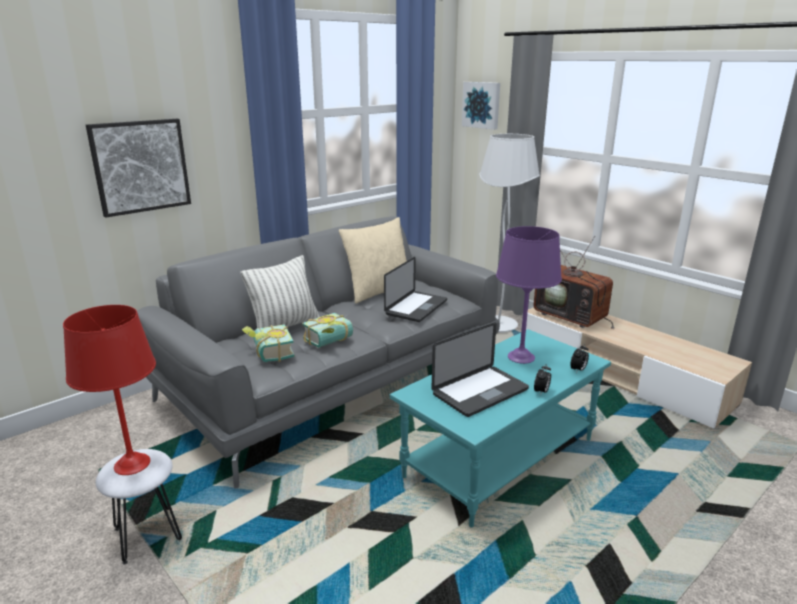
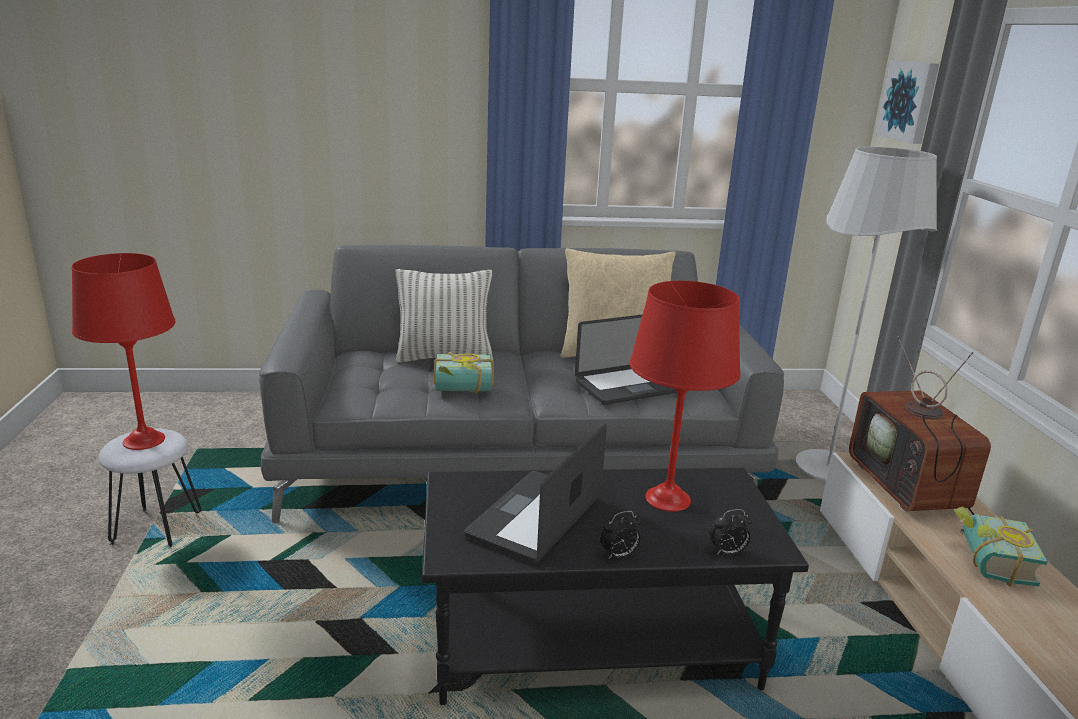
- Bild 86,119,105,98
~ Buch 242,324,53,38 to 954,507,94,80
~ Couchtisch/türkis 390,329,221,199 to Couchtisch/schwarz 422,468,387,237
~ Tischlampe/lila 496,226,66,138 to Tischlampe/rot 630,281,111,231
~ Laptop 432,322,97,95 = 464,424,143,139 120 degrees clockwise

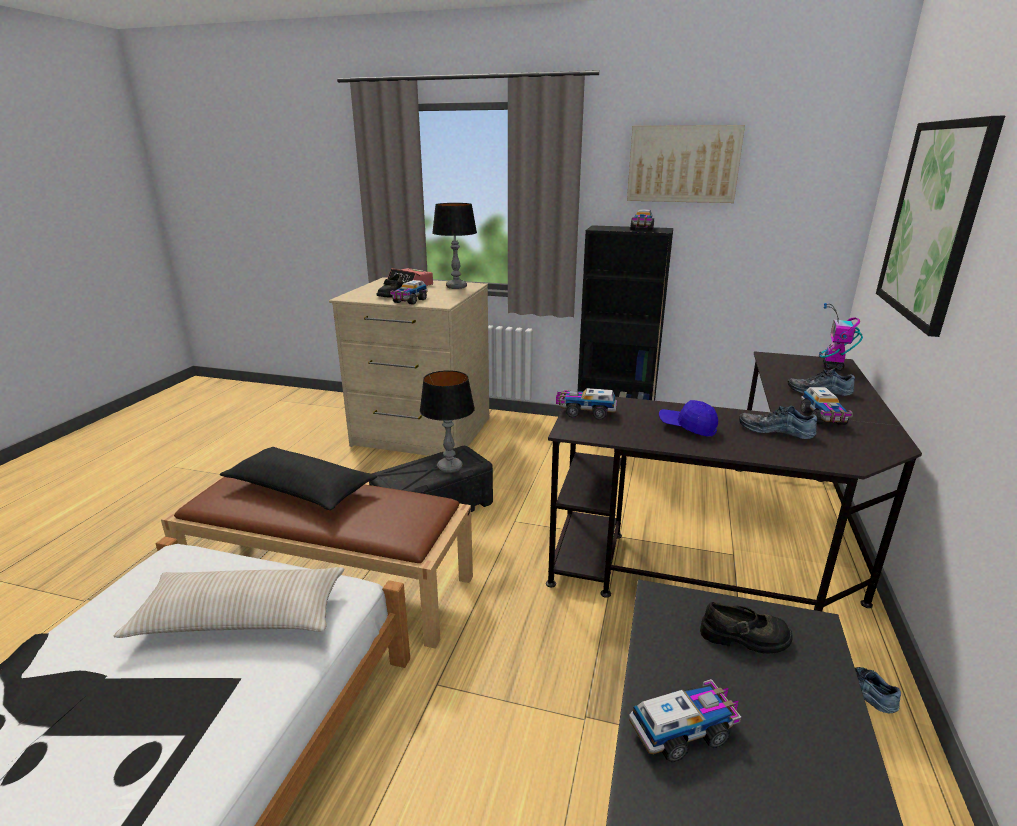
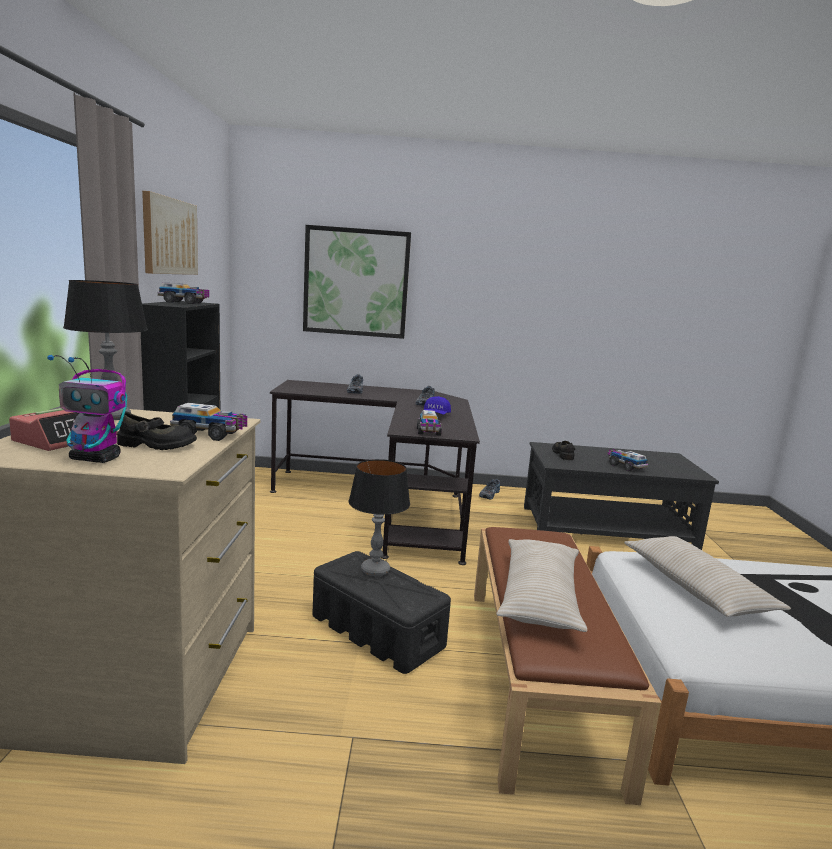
- Spielzeuglaster 800,387,53,38
~ Spielzeugroboter 819,303,44,68 to 47,355,80,108
~ Kissen/schwarz 220,447,157,63 to Kissen/beige 496,539,91,93

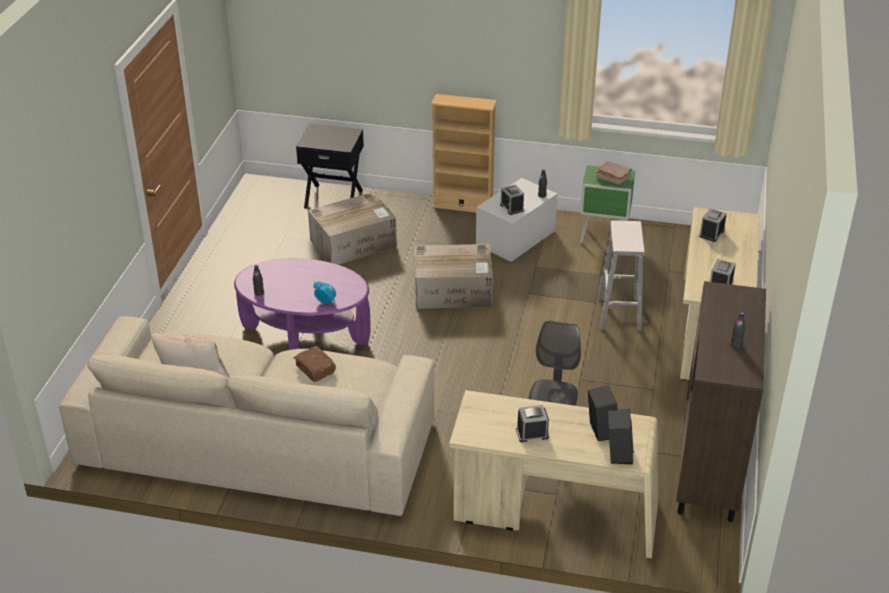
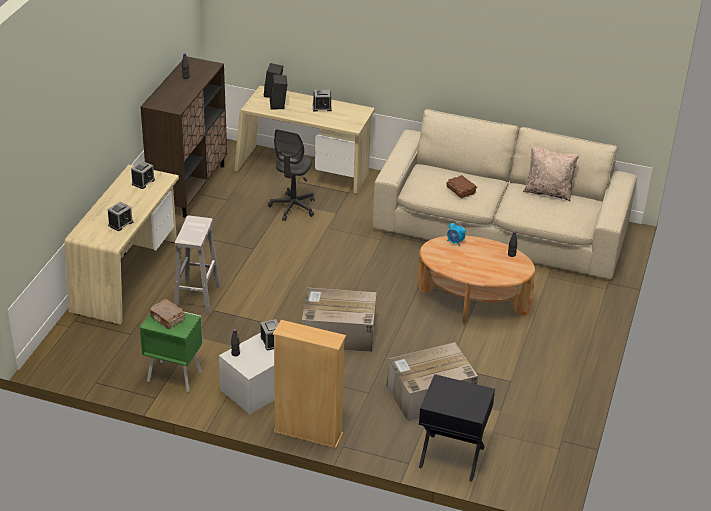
~ Couchtisch/lila 234,258,137,92 to Couchtisch/braun 418,236,117,88

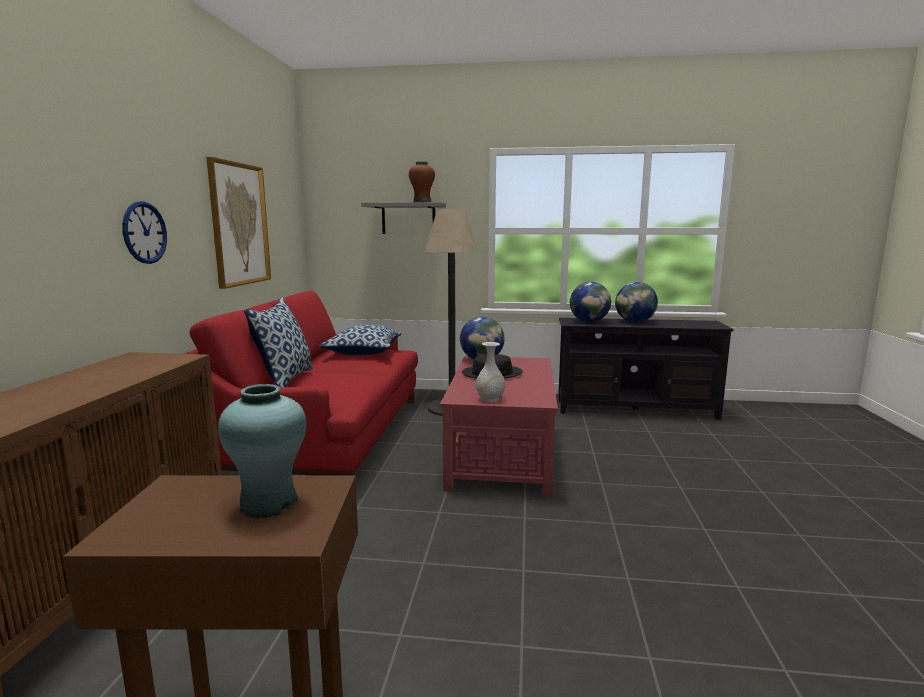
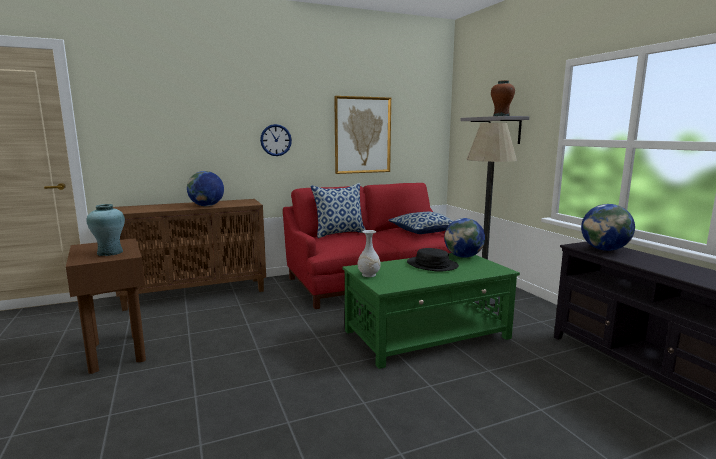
~ Globus 615,282,43,41 to 187,171,37,35
~ Couchtisch/rot 440,356,118,141 to Couchtisch/grün 342,253,178,116

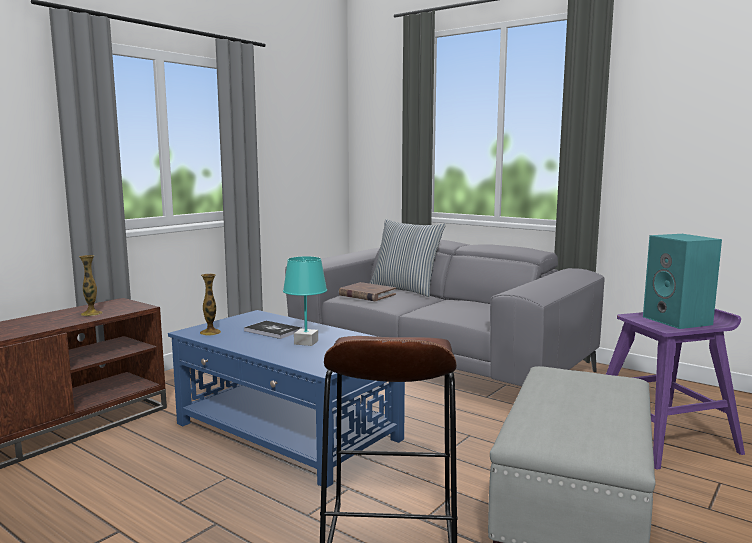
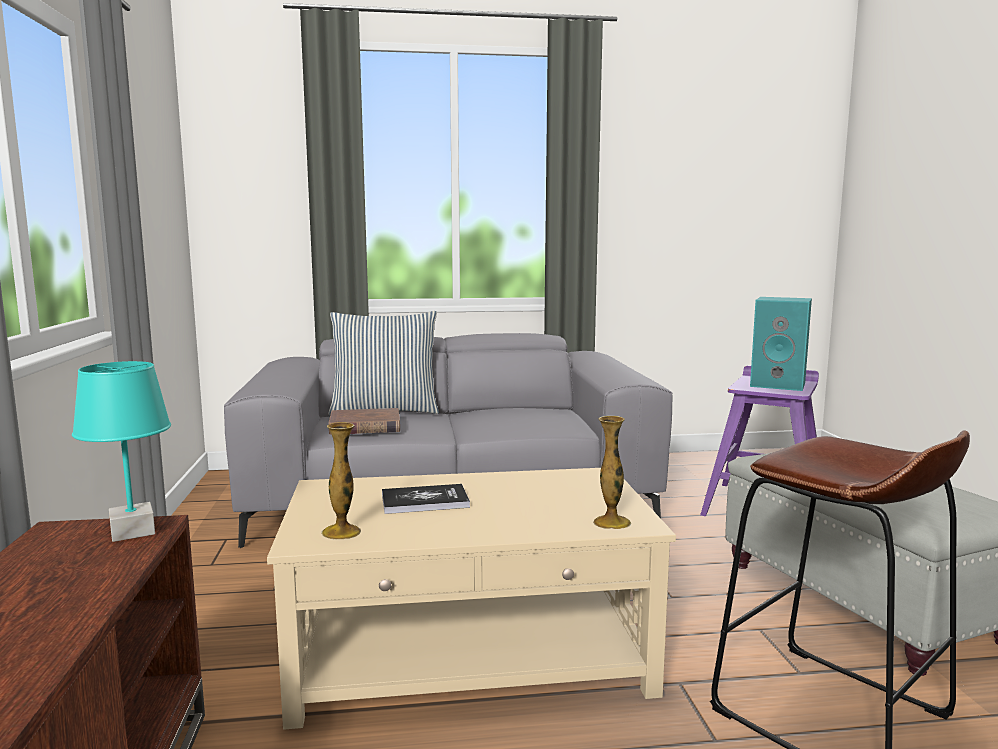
~ Vase 79,255,24,61 to 593,416,38,113
~ Tischlampe/türkis 283,256,44,90 to 72,361,99,181
~ Couchtisch/blau 168,310,237,178 to Couchtisch/beige 267,468,409,262

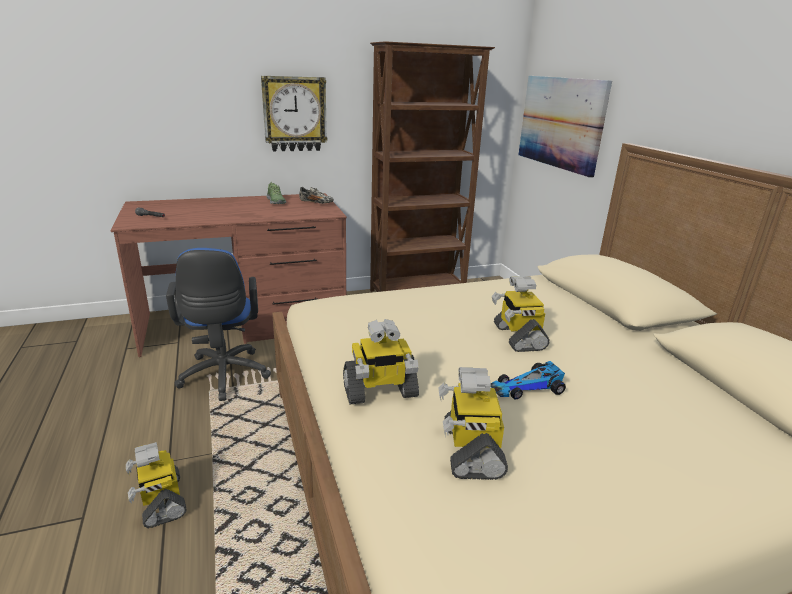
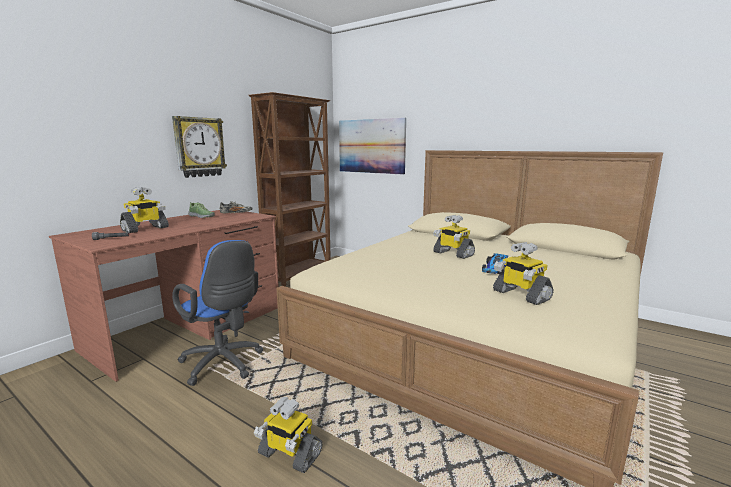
~ Spielzeugroboter 343,319,76,85 to 120,187,49,46

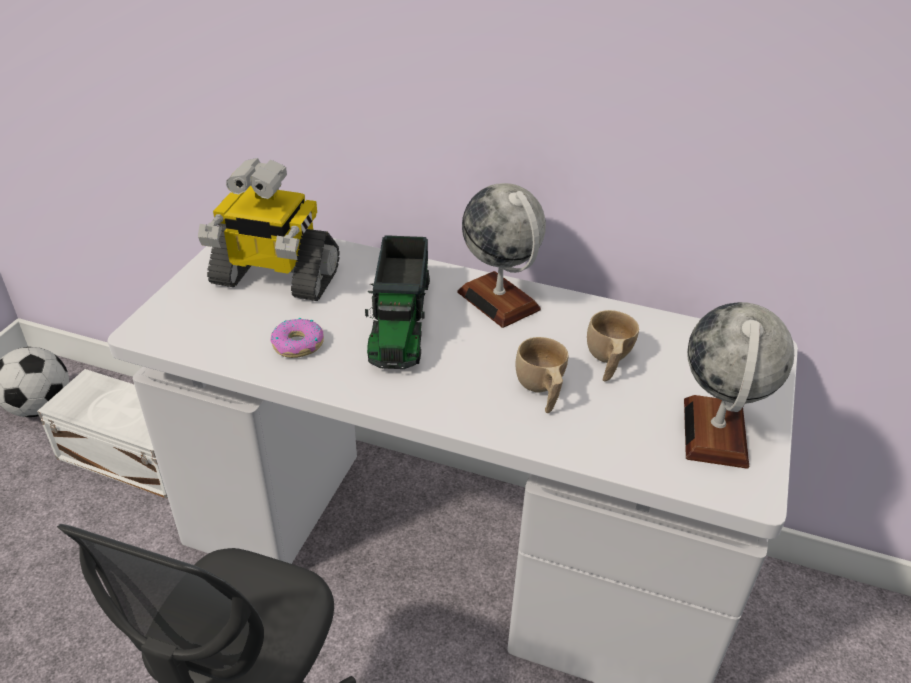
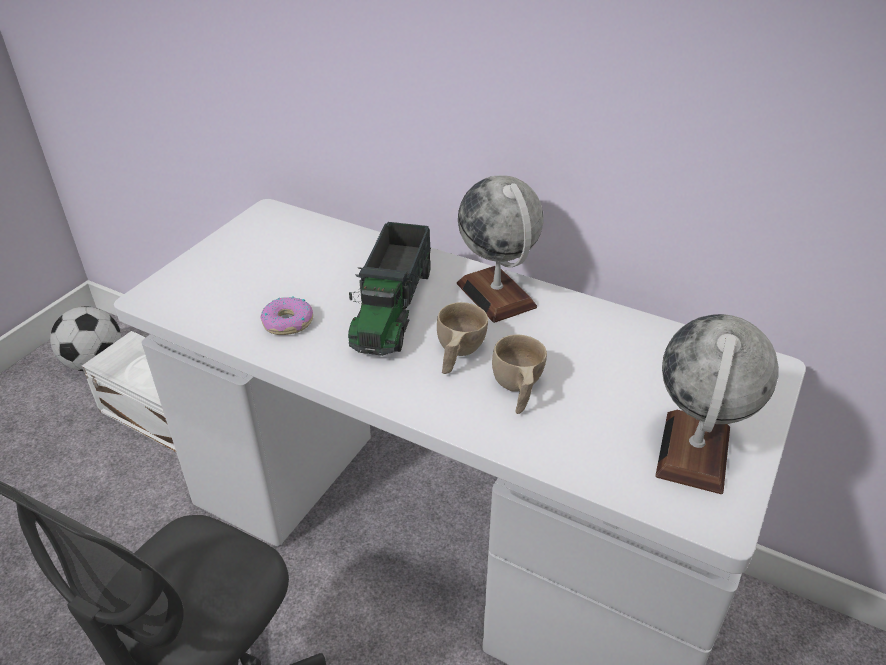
- Spielzeugroboter 198,158,142,143
~ Tasse/beige 587,310,52,71 to 437,302,51,72

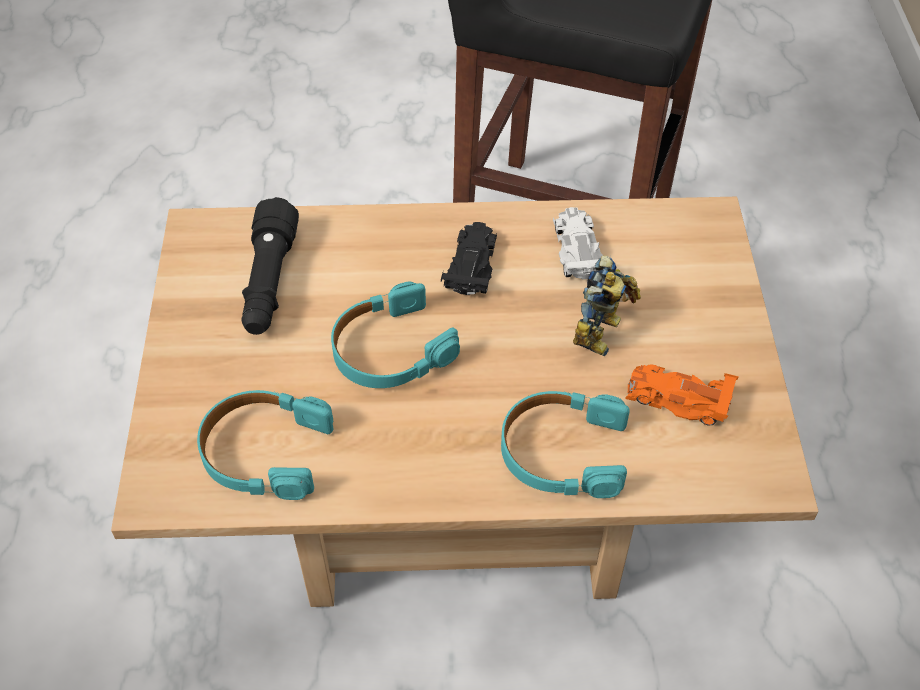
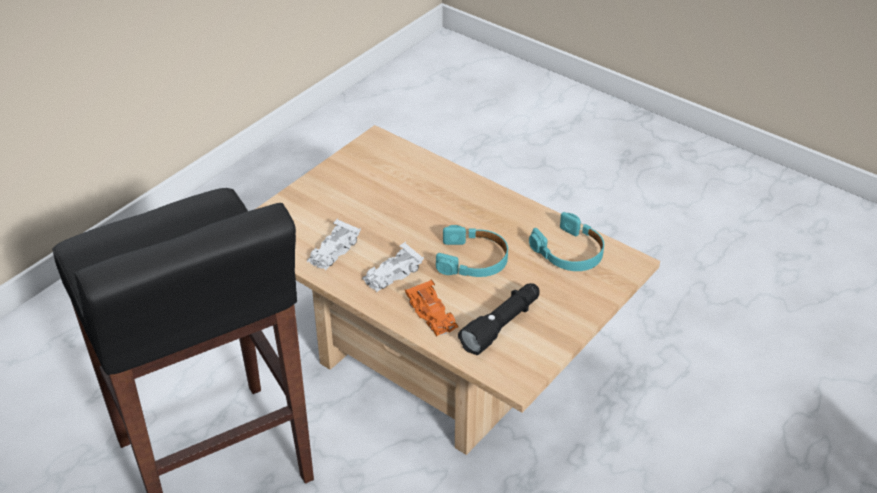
- Kopfhörer/türkis 501,391,129,107
- Spielzeugroboter 573,255,68,101
~ Spielzeugauto/orange 625,364,114,62 to 405,279,53,58
~ Spielzeugauto/schwarz 441,222,56,73 to Spielzeugauto/weiß 362,242,62,50

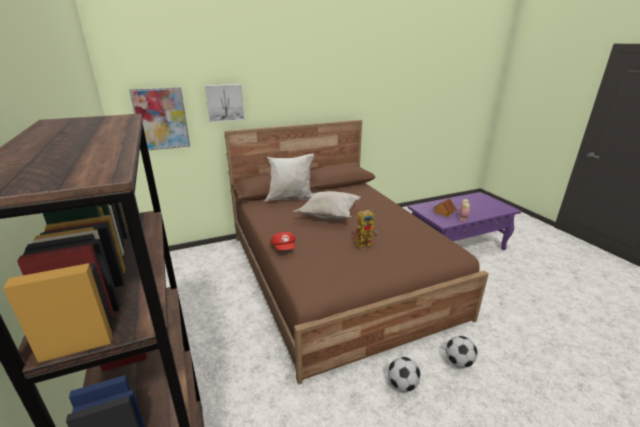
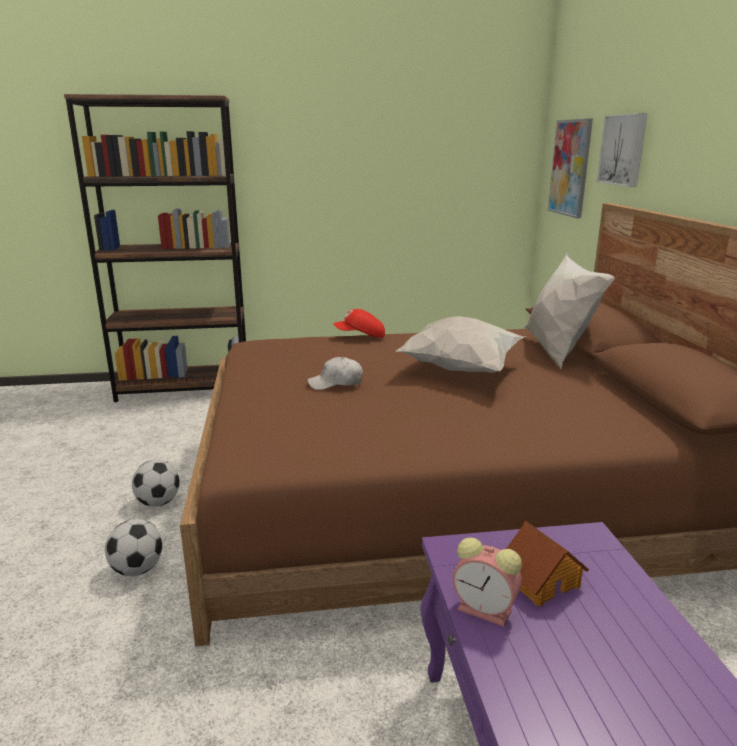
~ Spielzeugroboter 355,209,23,40 to Kappe/weiß 307,357,56,33

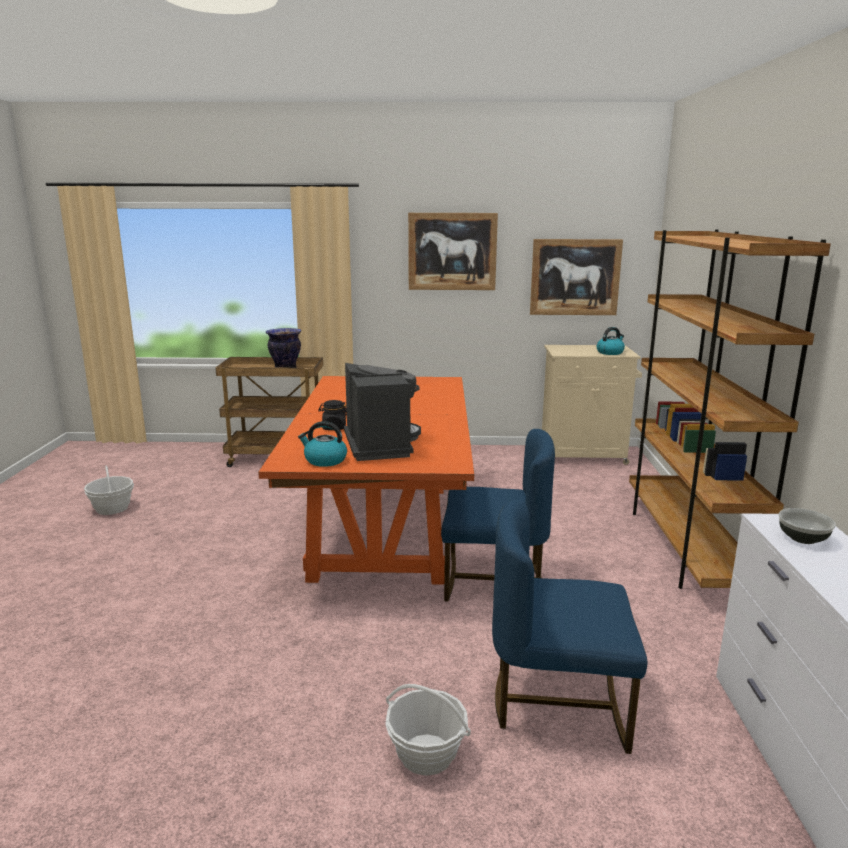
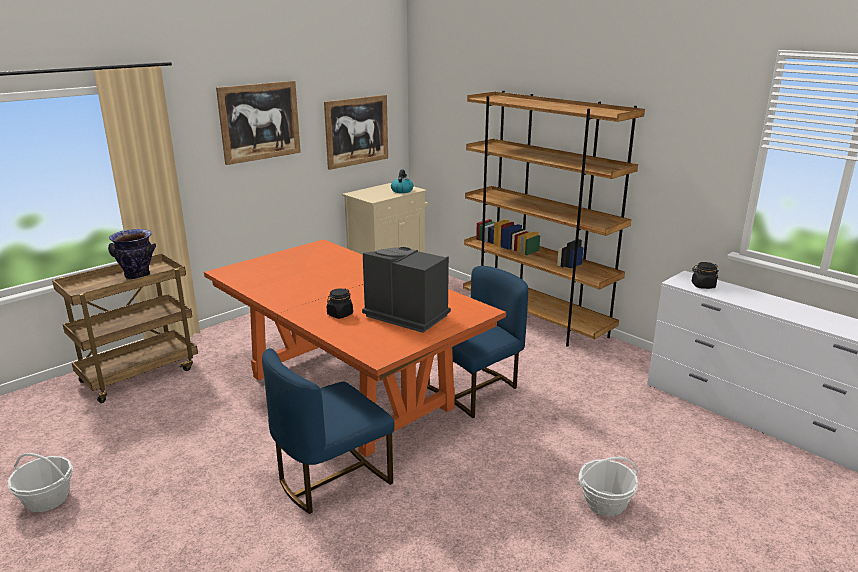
- Wasserkessel 298,421,49,46
~ Stuhl/blau 492,500,155,254 to 262,348,133,166
~ Schüssel 778,508,58,36 to Vorratsglas/schwarz 692,262,27,27

